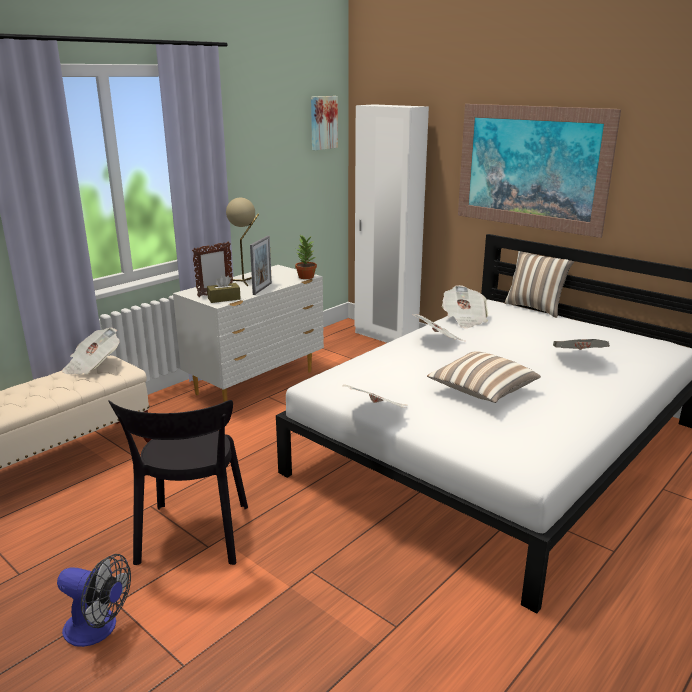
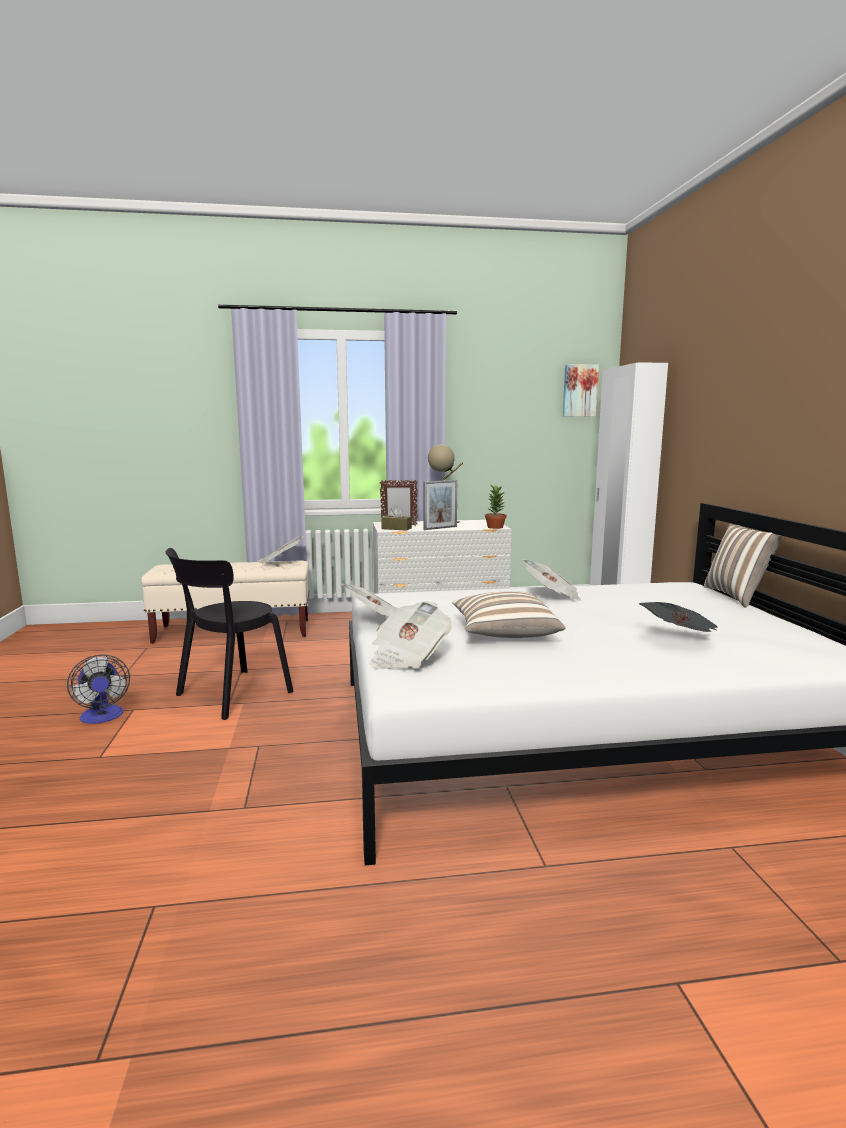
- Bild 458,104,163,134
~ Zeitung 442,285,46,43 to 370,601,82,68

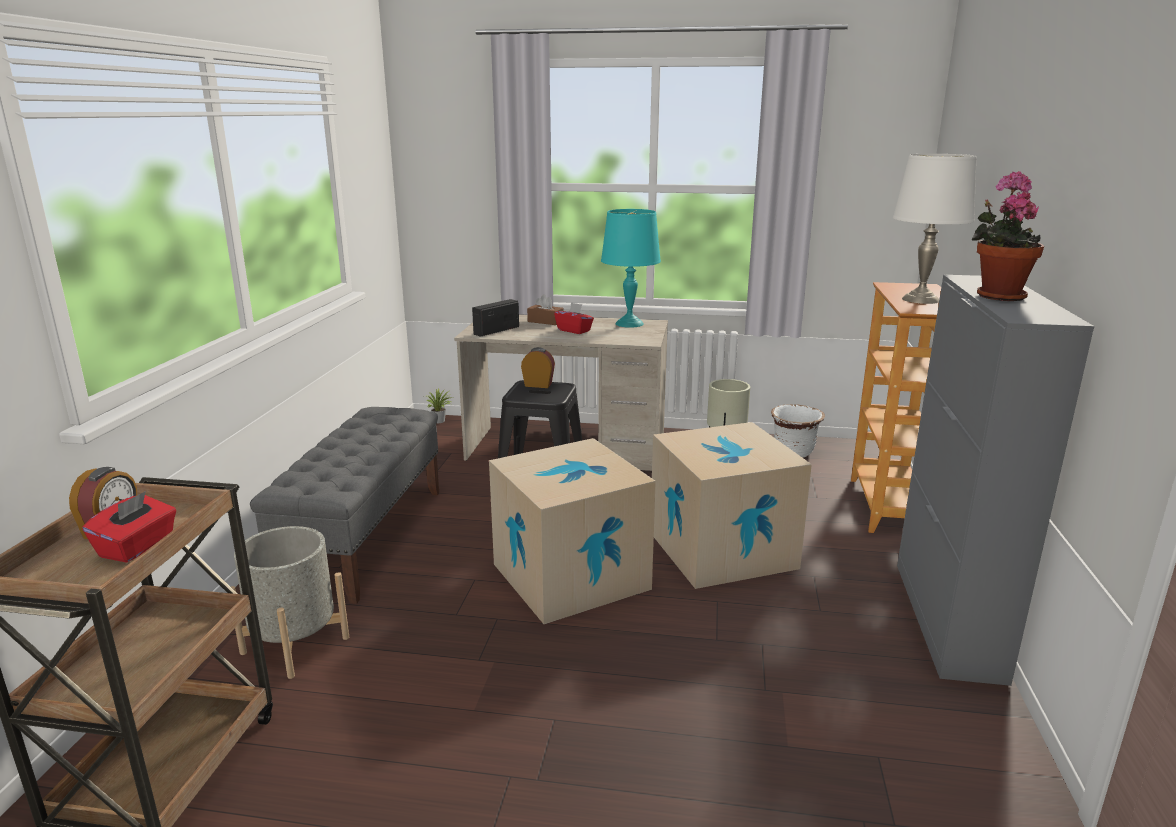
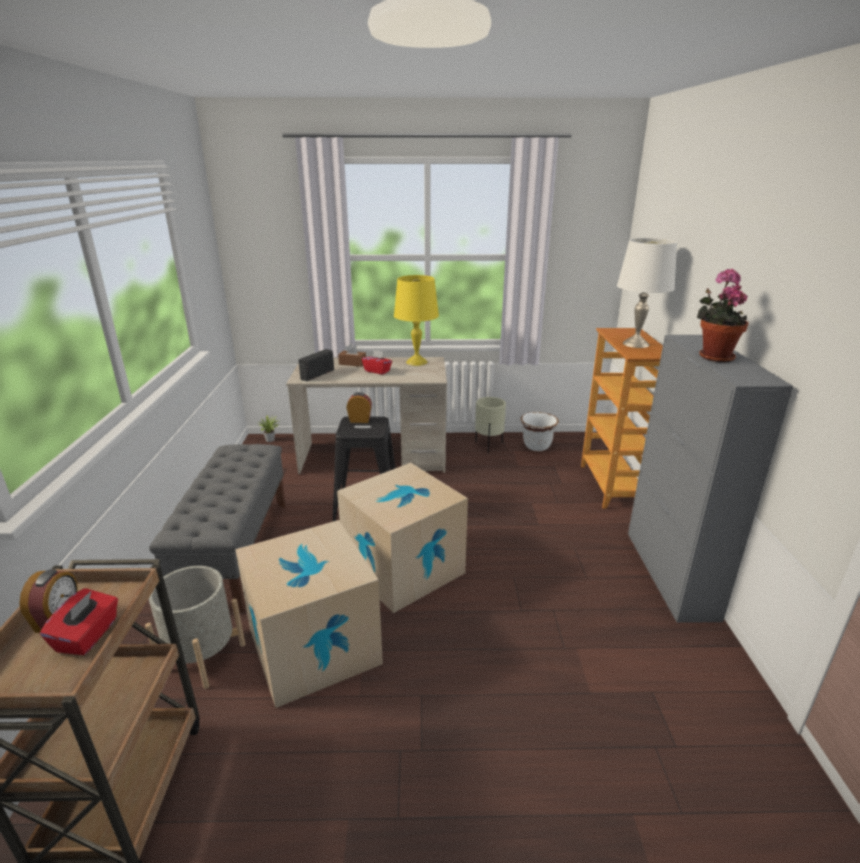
~ Karton 652,422,160,167 to 235,520,148,188
~ Tischlampe/türkis 601,209,60,119 to Tischlampe/gelb 394,275,45,91

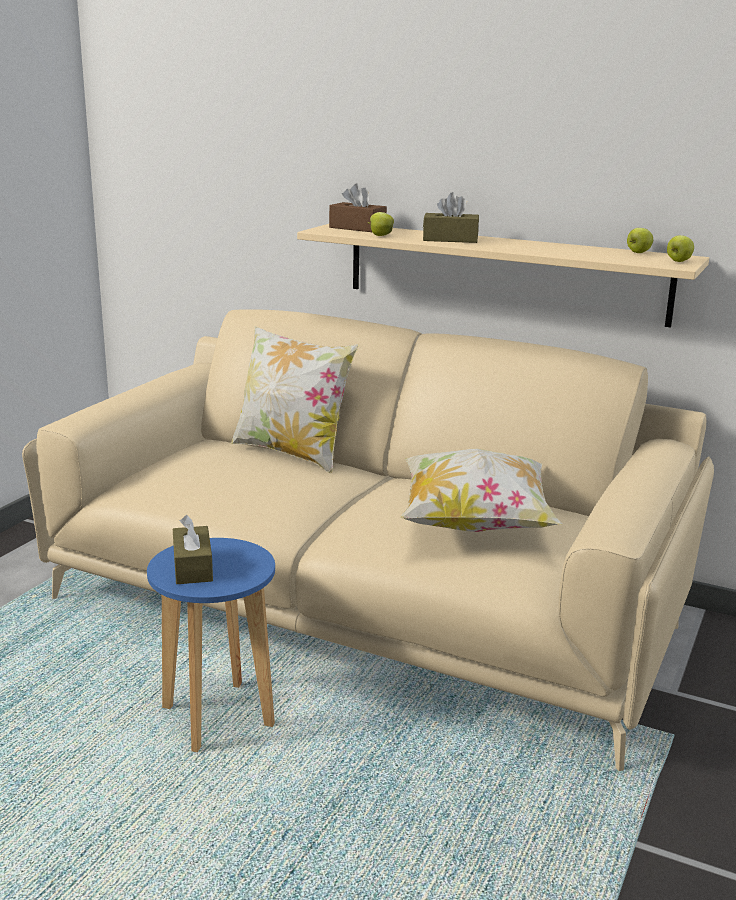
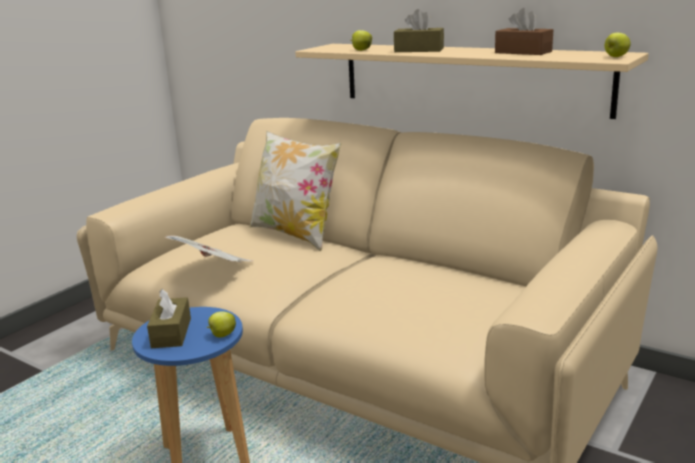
- Kissen 400,449,162,83
+ Zeitung 164,236,89,27
~ Taschentuchbox/braun 329,183,58,49 to 495,8,58,47
~ Apfel 627,228,26,25 to 207,311,29,26

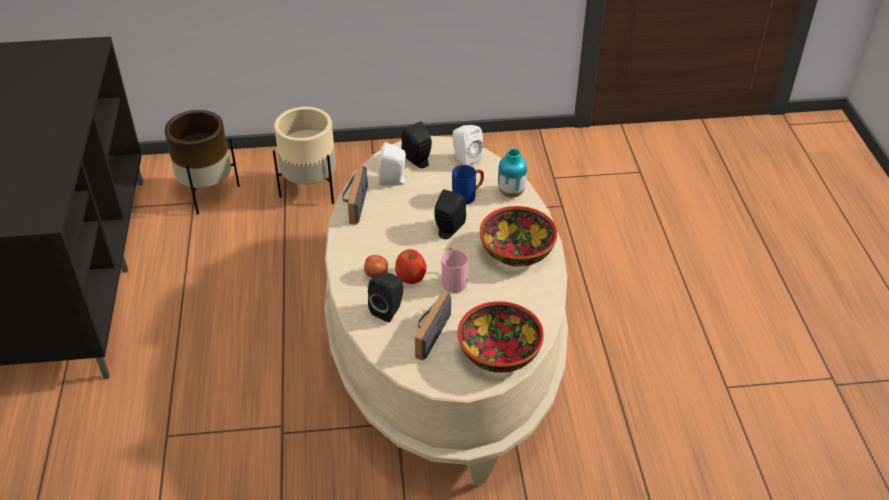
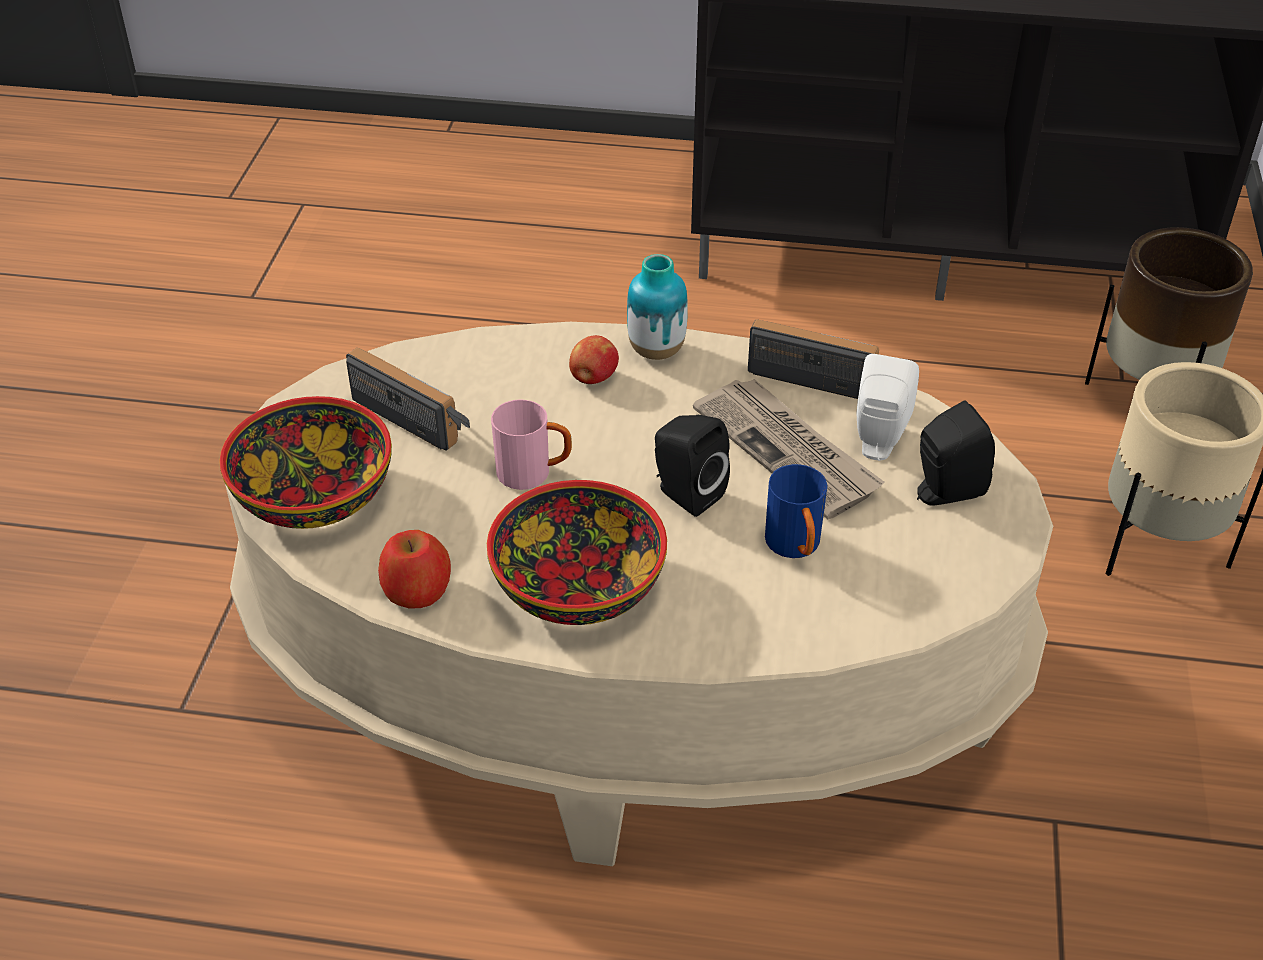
- Lautsprecher/schwarz 368,273,35,49
- Lautsprecher/weiß 453,125,30,41
+ Zeitung 693,379,192,140
~ Apfel 395,249,32,35 to 378,530,73,78
~ Vase 498,148,29,50 to 627,254,61,106

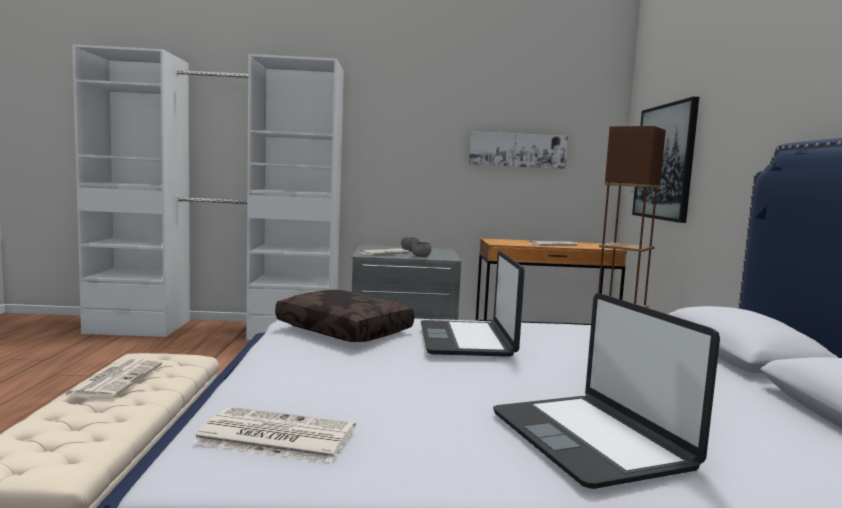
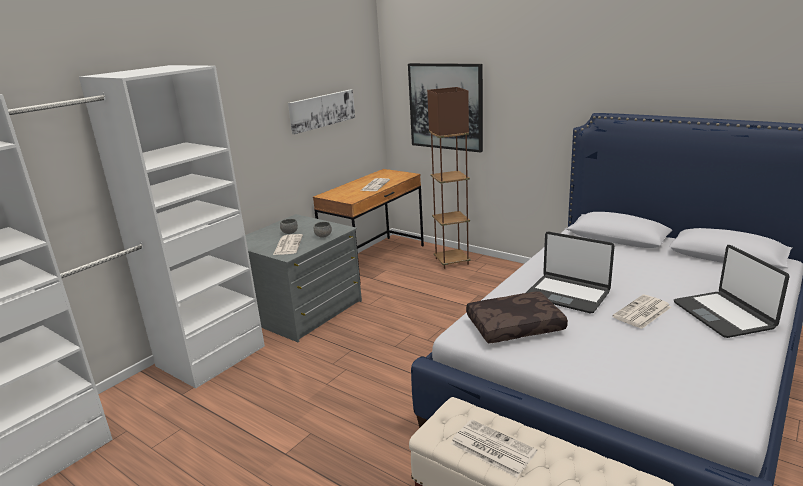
~ Zeitung 192,407,164,56 to 612,295,59,34
~ Laptop 493,293,227,196 = 674,245,115,93 60 degrees clockwise

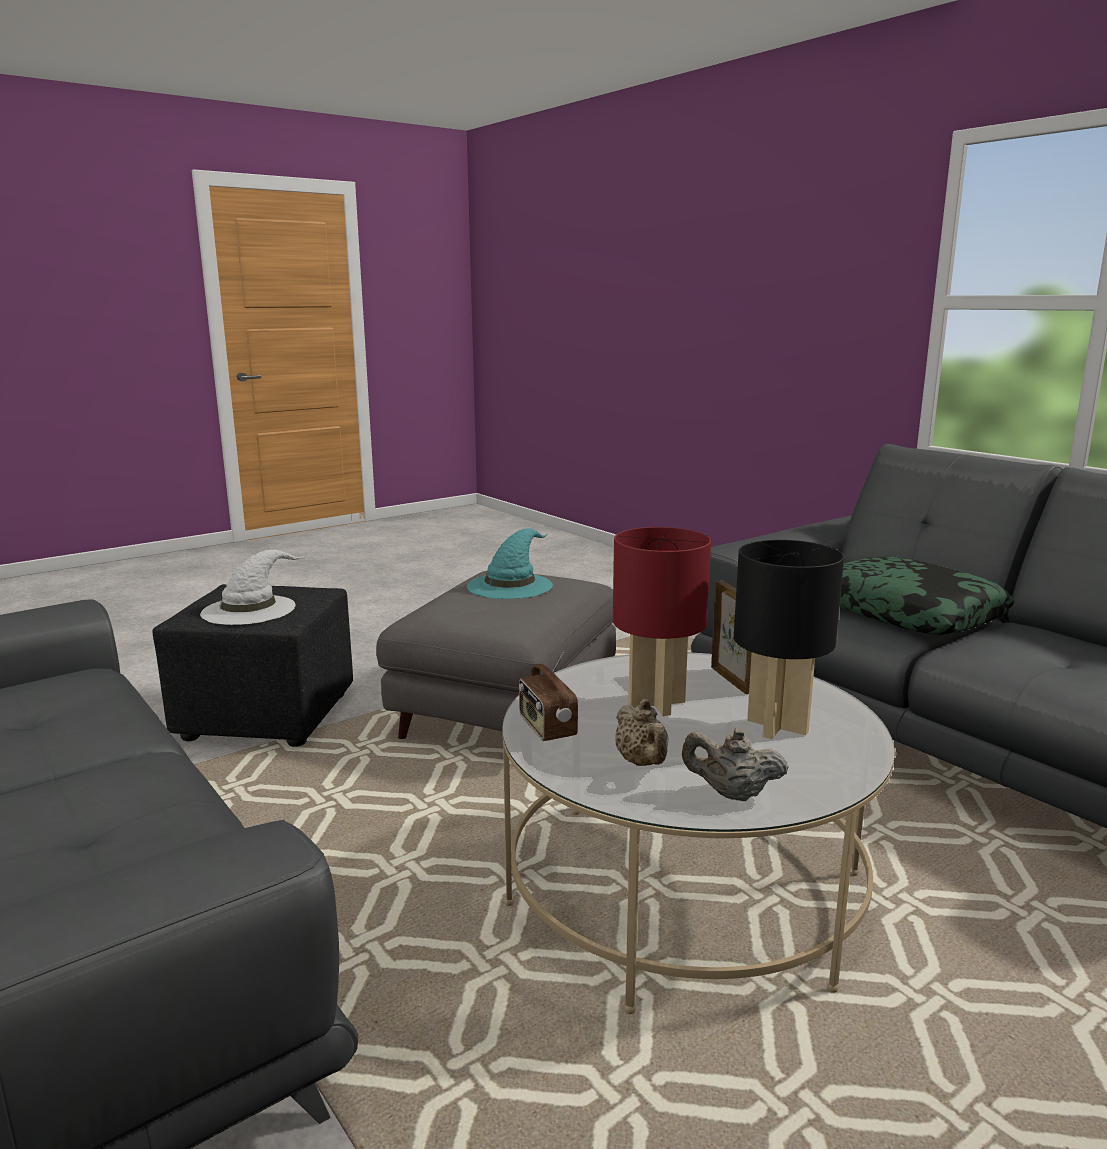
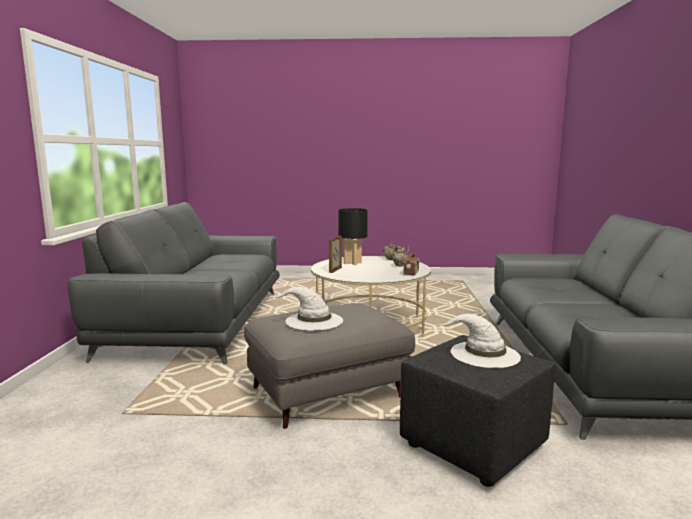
- Tischlampe/rot 613,527,98,189
- Kissen 839,556,175,79
~ Hut/türkis 467,529,86,70 to Hut/weiß 273,287,70,44

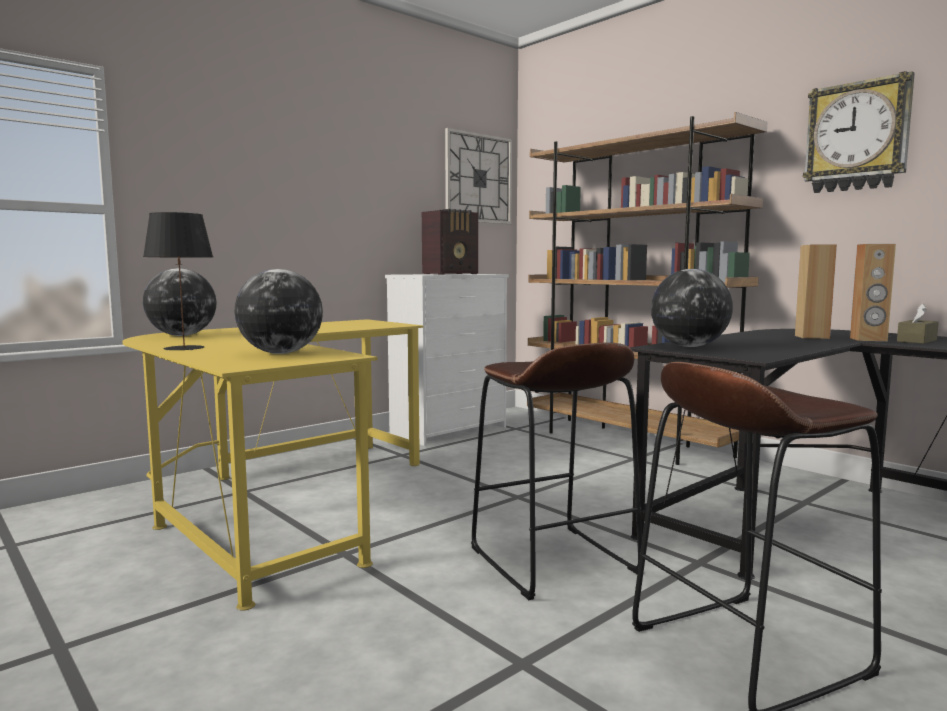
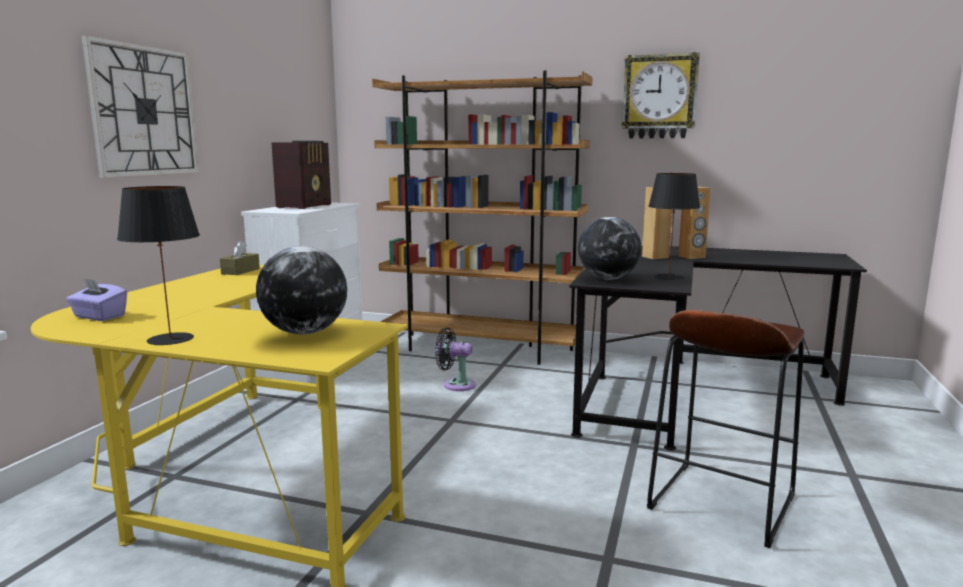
- Hocker/braun 471,342,171,258
+ Ventilator/schwarz 435,327,41,64
+ Tischlampe/schwarz 648,173,52,107
~ Wanduhr 445,128,67,96 to 81,35,118,143
~ Taschentuchbox/braun 897,303,42,41 to 220,241,40,34
~ Globus 143,268,74,68 to Taschentuchbox/lila 66,278,61,43

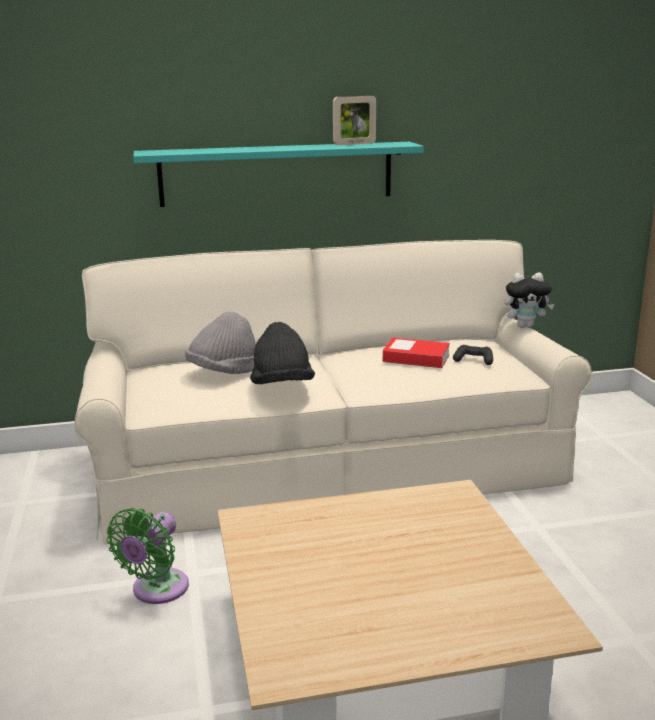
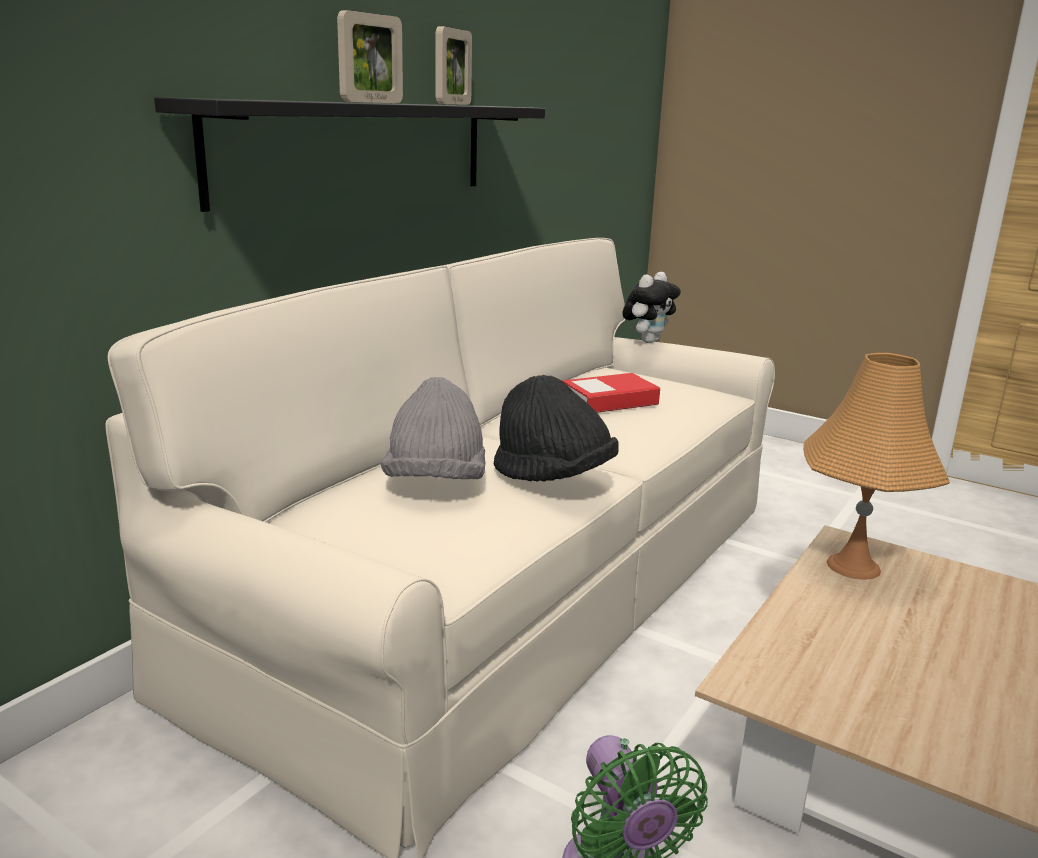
- Gamepad/schwarz 453,345,40,20
+ Bilderrahmen 337,10,66,93
+ Tischlampe/orange 803,353,147,227
~ Wandregal/türkis 133,142,291,65 to Wandregal/schwarz 154,97,391,115

